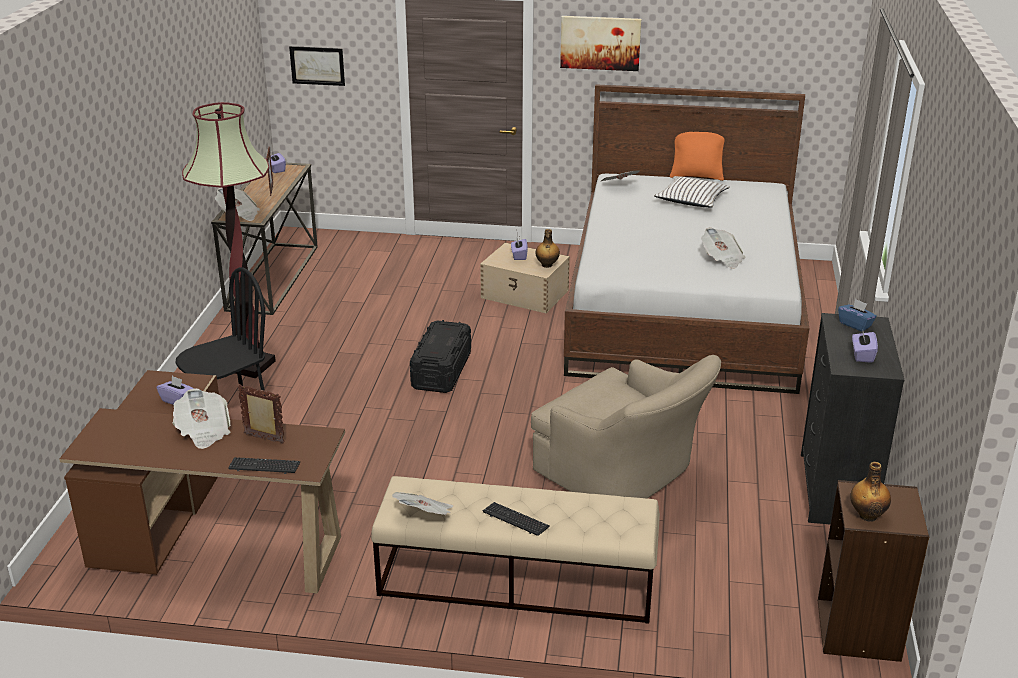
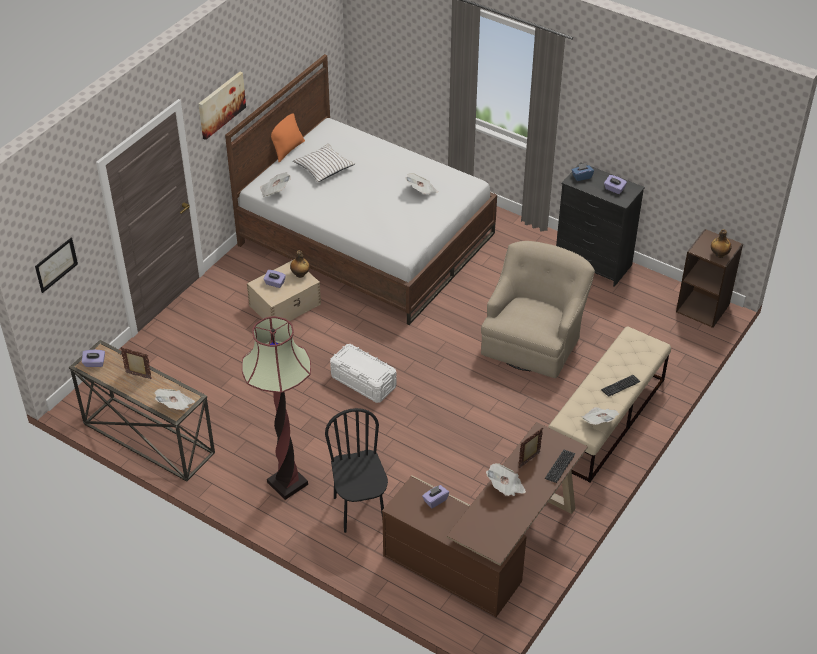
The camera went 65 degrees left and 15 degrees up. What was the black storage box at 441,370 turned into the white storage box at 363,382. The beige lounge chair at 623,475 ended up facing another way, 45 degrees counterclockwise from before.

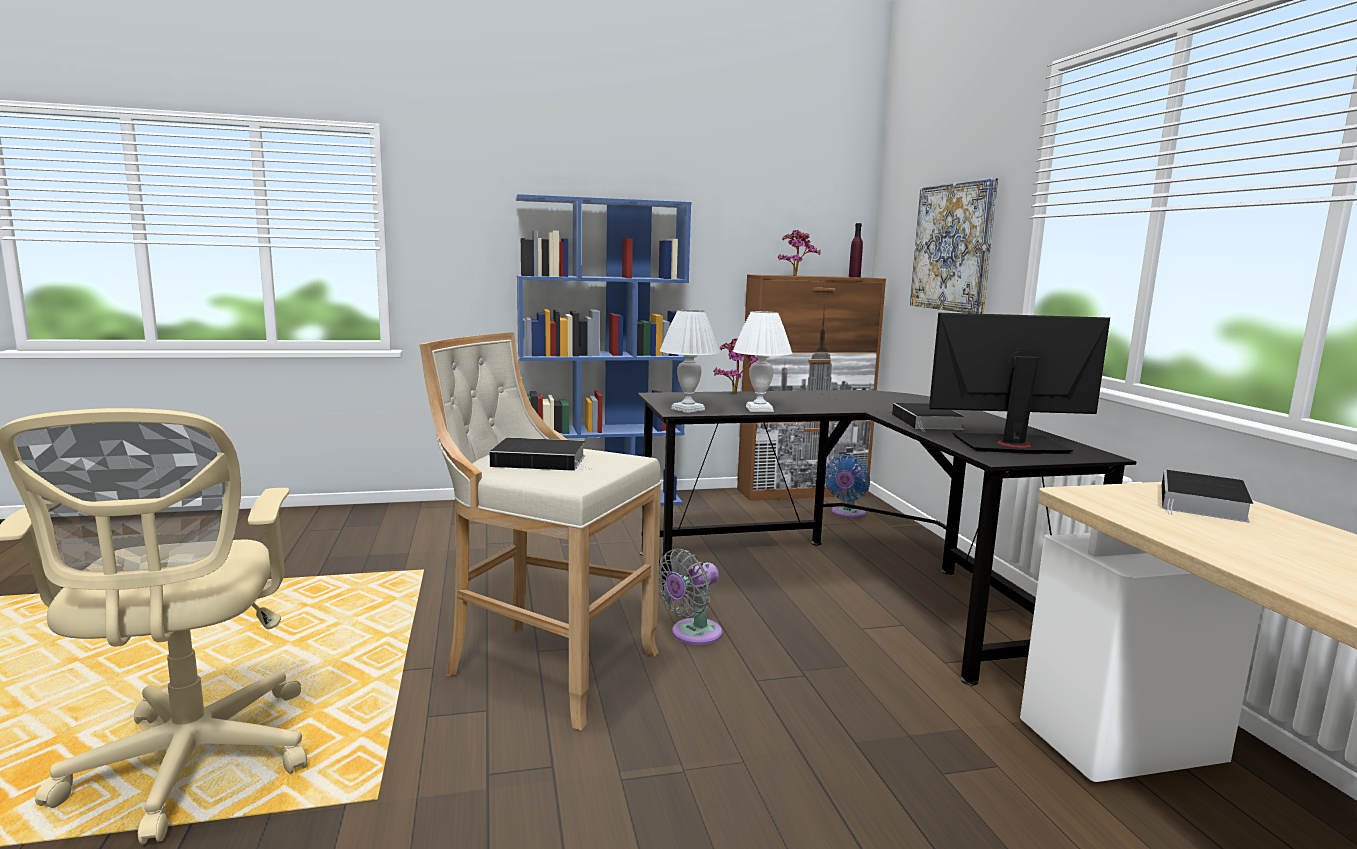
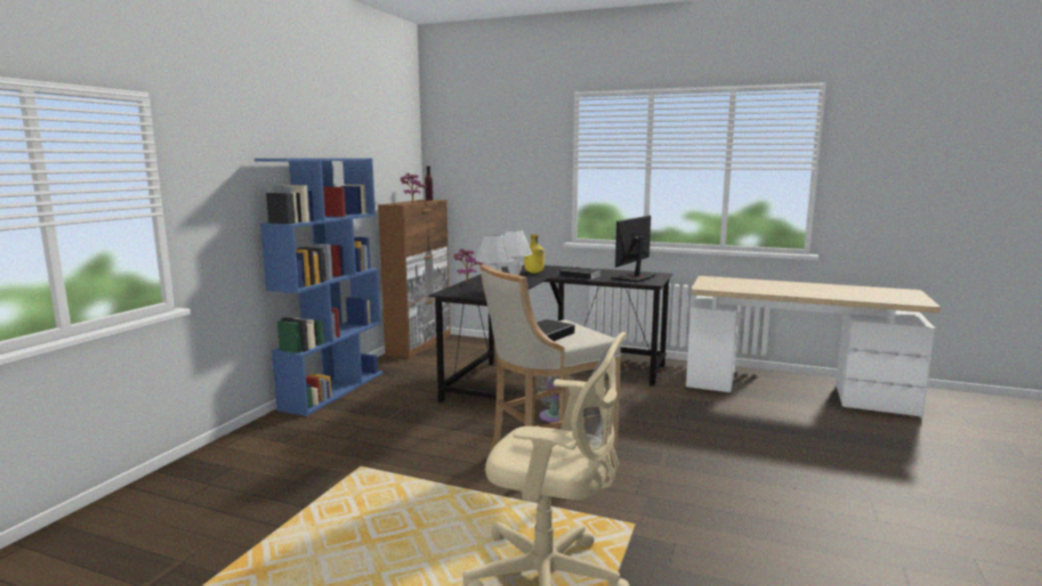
The camera went 55 degrees left and 0 degrees up. The second view lost the wall art at 953,247. The second view lost the bluish cooling fan at 847,514. The second view lost the volume at 1203,503. The second view gained the yellow-coloured drink bottle at 534,272.

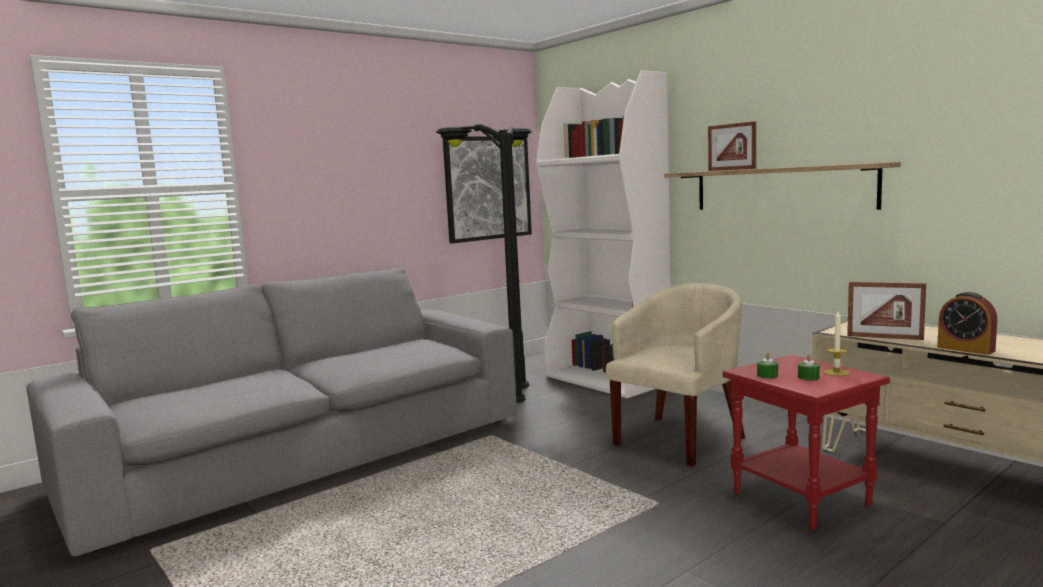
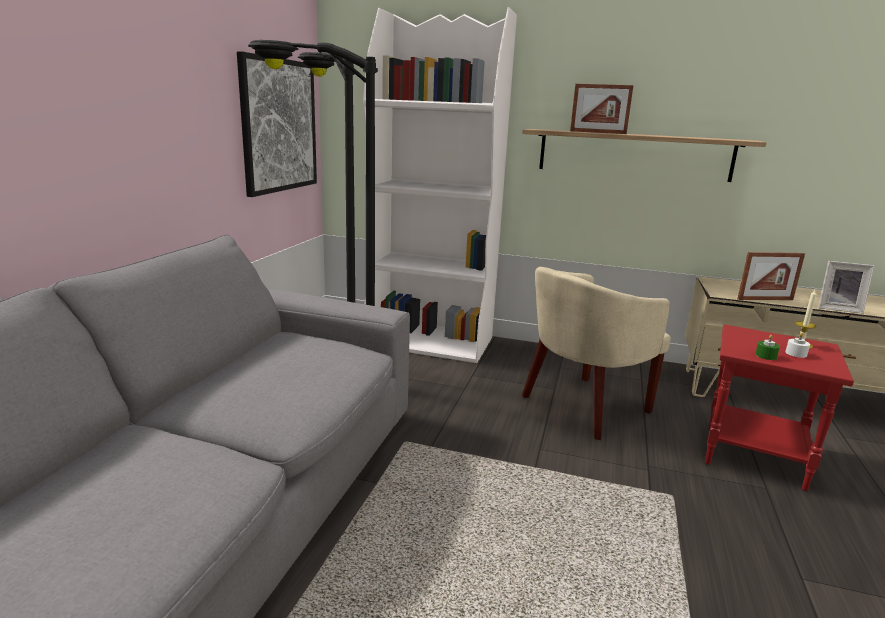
The camera went 35 degrees left and 10 degrees up. The beige lounge chair at 679,439 ended up facing another way, 135 degrees counterclockwise from before. Where the alarm clock stood at 965,349, the standing frame came to stand at 838,308. What was the greenish wax light at 808,377 turned into the white wax light at 796,353.

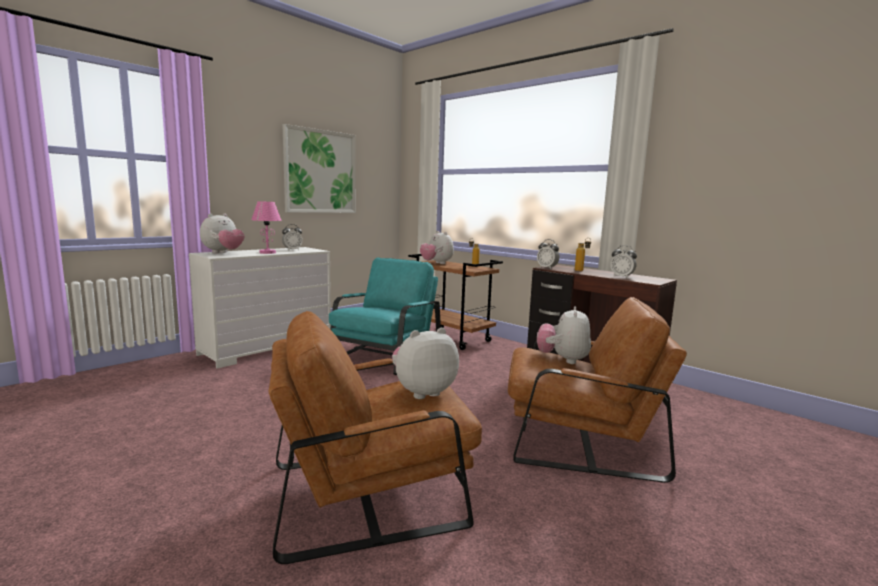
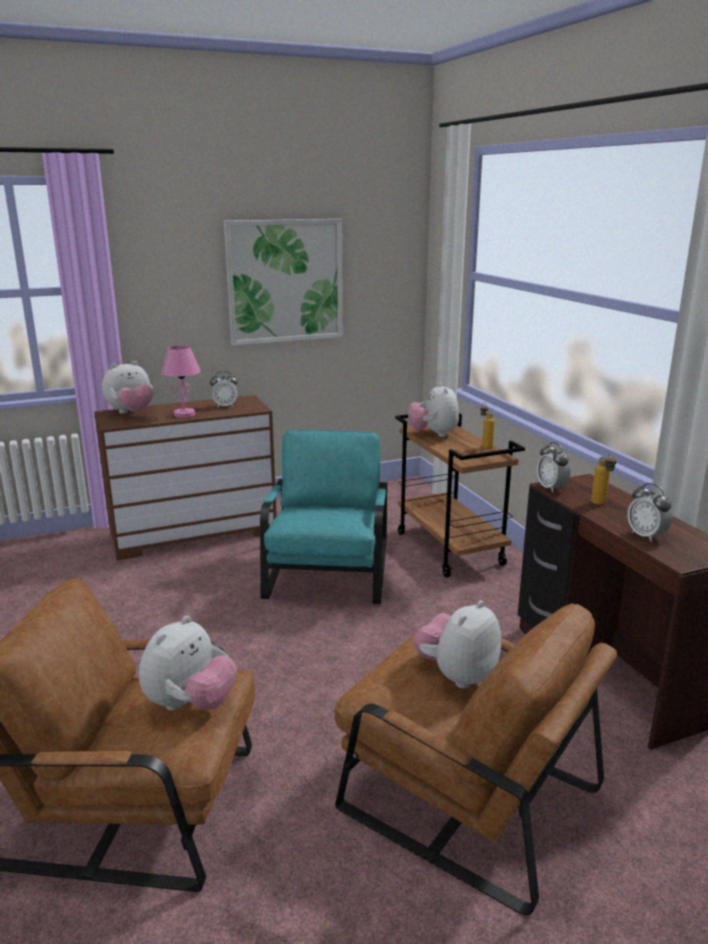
The camera went 25 degrees right and 10 degrees up. What was the white drawer chest at 267,348 turned into the brown drawer chest at 194,532. The blue-green lounge chair at 386,355 ended up facing another way, 45 degrees counterclockwise from before. The soft toy at 422,392 ended up facing another way, 120 degrees clockwise from before.

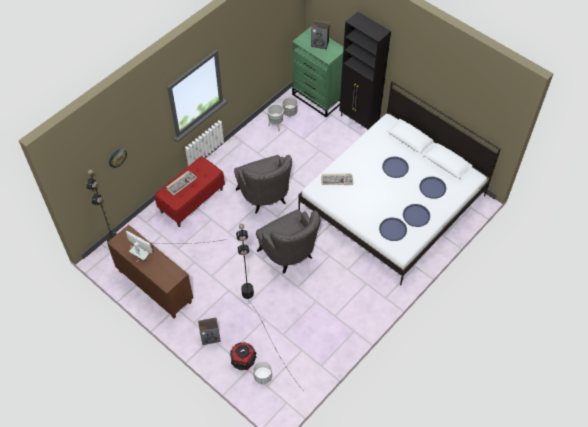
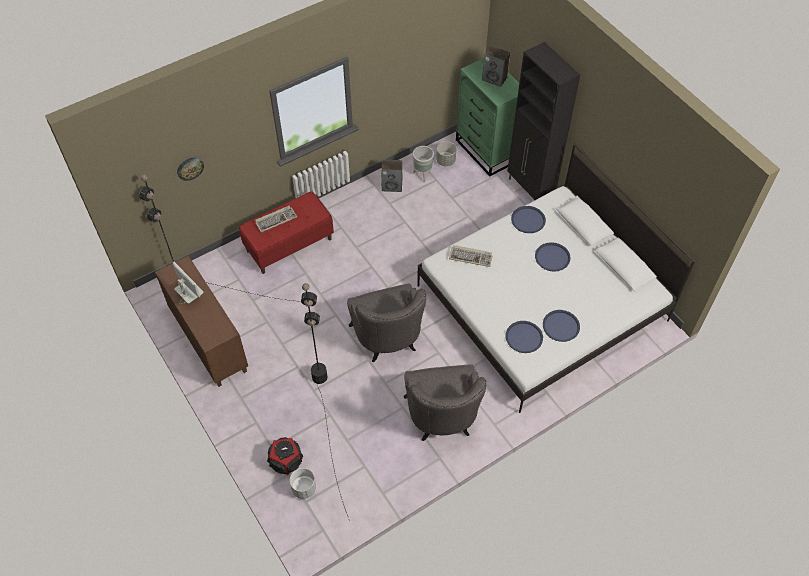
The camera went 15 degrees right and 0 degrees up. The greyish lounge chair ended up elsewhere, having gone from 265,197 to 442,419. The bluish carrying tray ended up elsewhere, having gone from 432,188 to 528,220. The loudspeaker ended up elsewhere, having gone from 210,337 to 392,186.

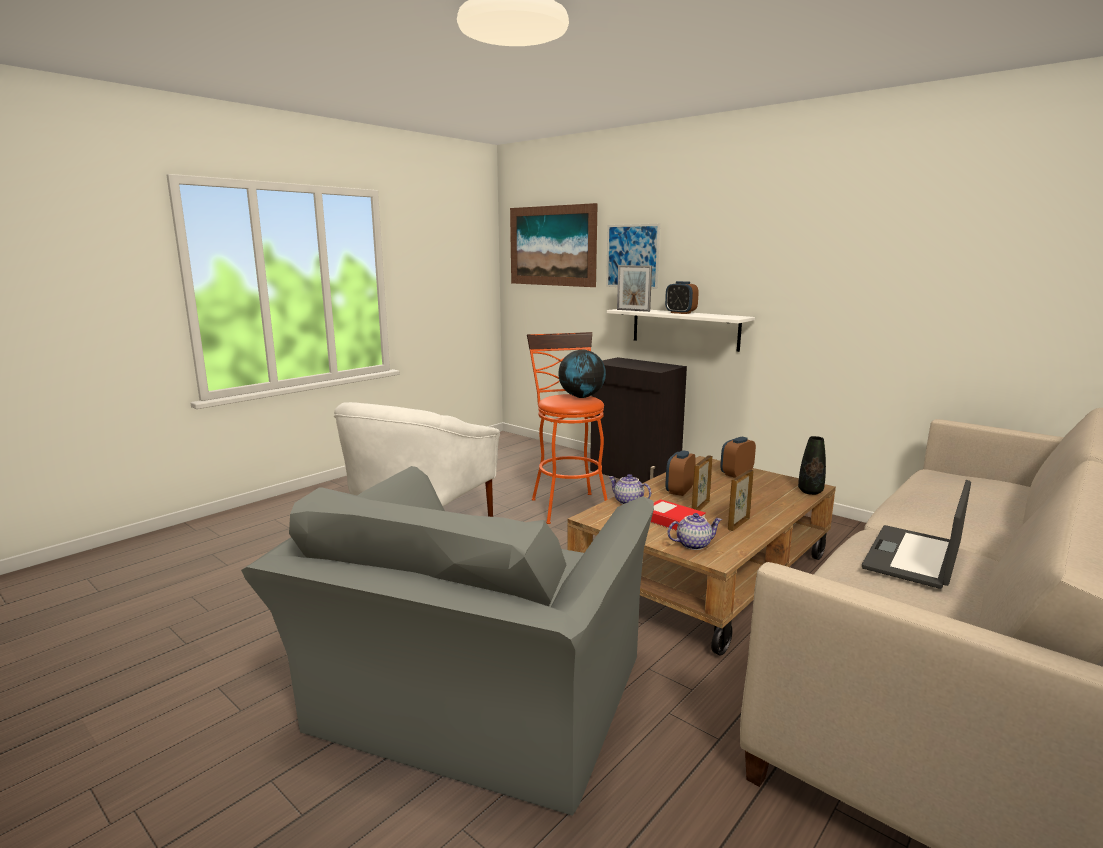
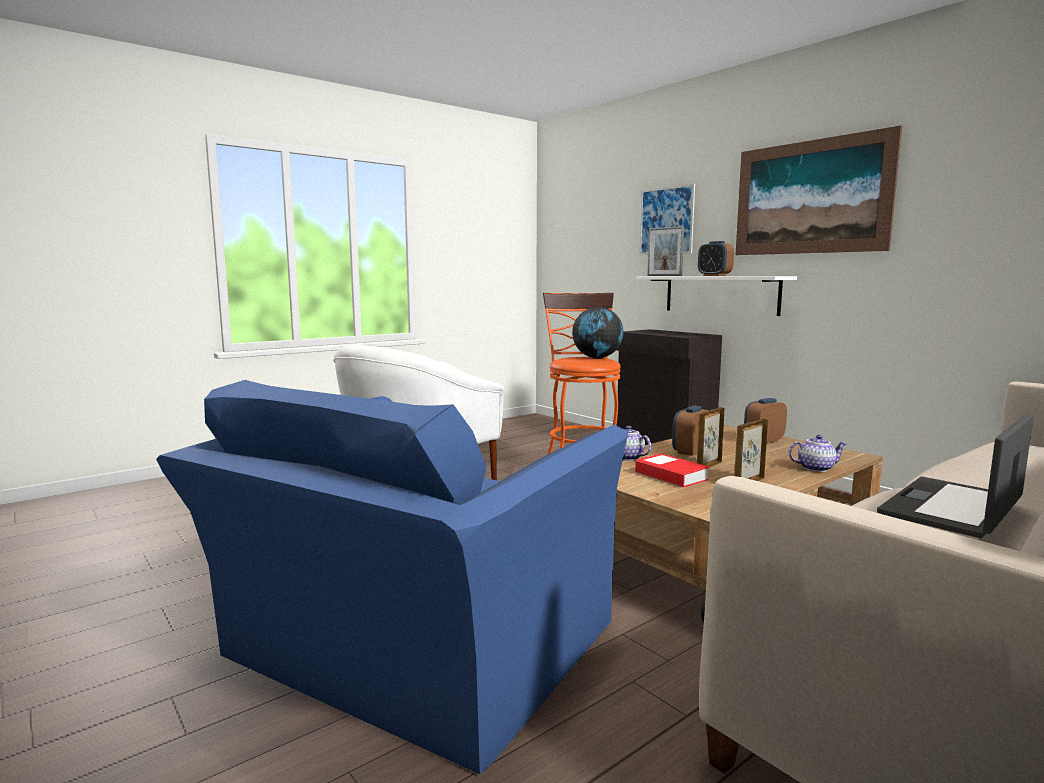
The camera went 10 degrees right and 5 degrees down. The wall art ended up elsewhere, having gone from 552,246 to 810,197. The second view lost the black vase at 810,491. What was the greyish lounge chair at 473,704 turned into the bluish lounge chair at 410,649. The teapot ended up elsewhere, having gone from 693,544 to 815,468.

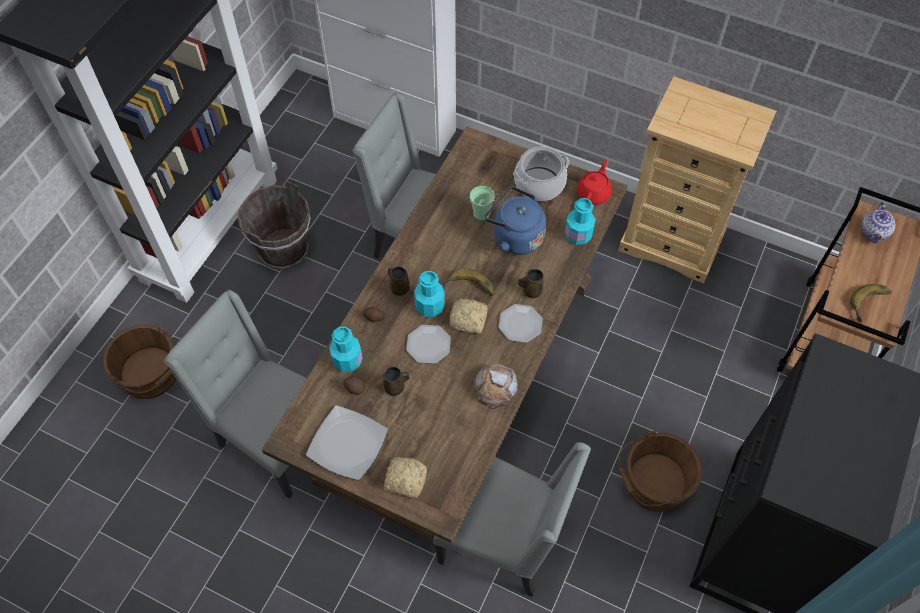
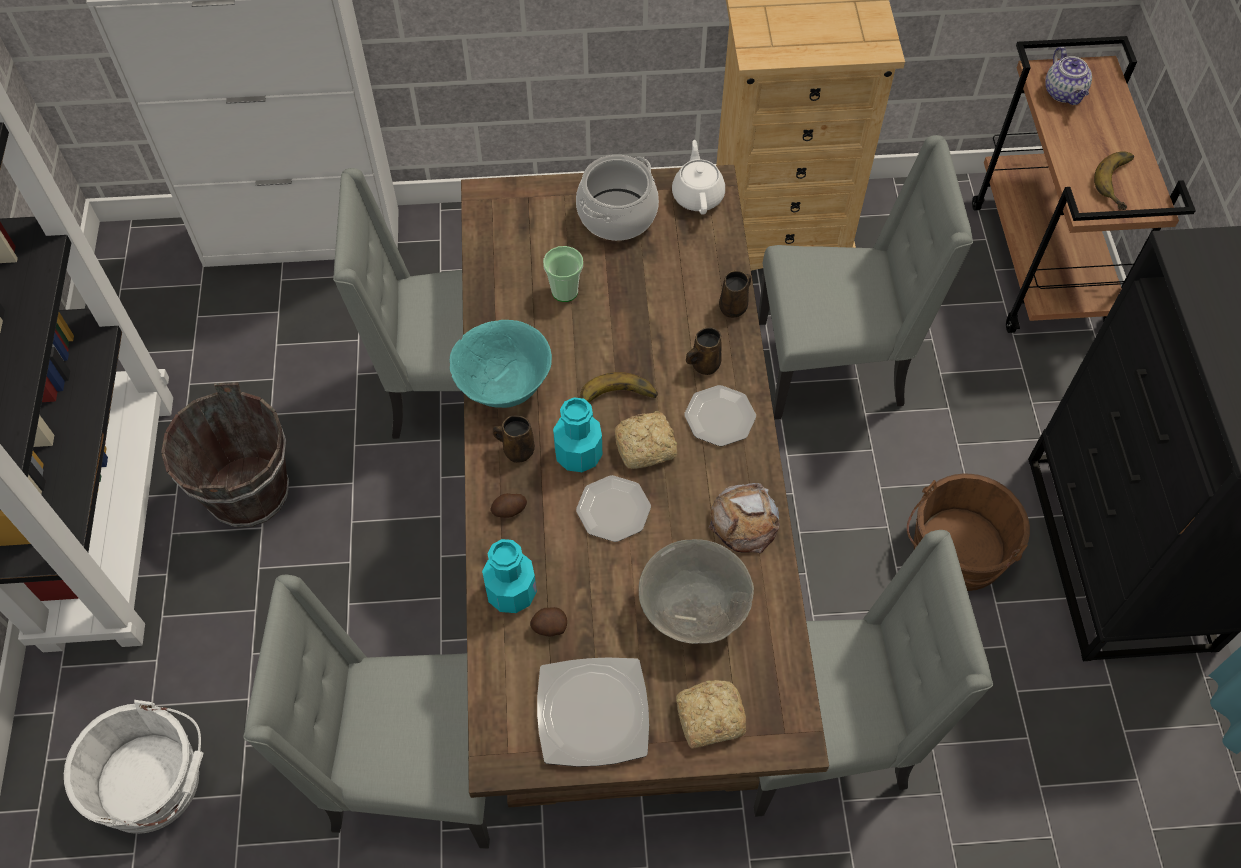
The camera went 30 degrees left and 0 degrees up. What was the red-coloured teapot at 593,193 turned into the white teapot at 698,195. The second view lost the bluish tea kettle at 515,237. The second view lost the blue-green drink bottle at 578,235. What was the brown pail at 152,375 turned into the white pail at 154,783. The brown mug ended up elsewhere, having gone from 395,387 to 734,307. The second view gained the greyish plain chair at 833,364. The second view gained the blue-green serving bowl at 504,387. The second view gained the greyish serving bowl at 693,610.

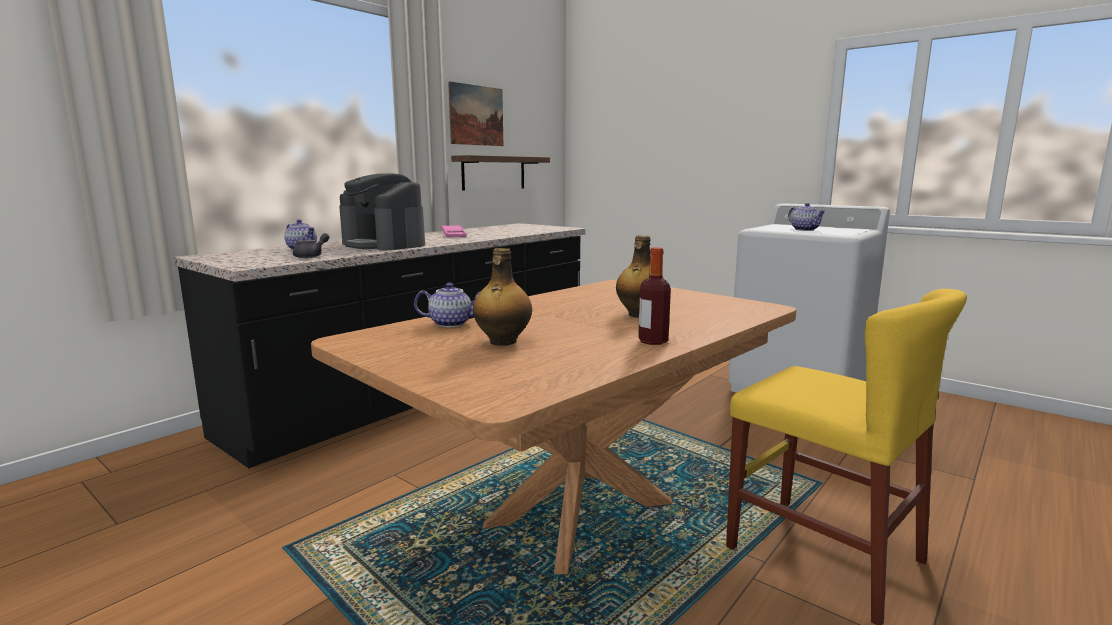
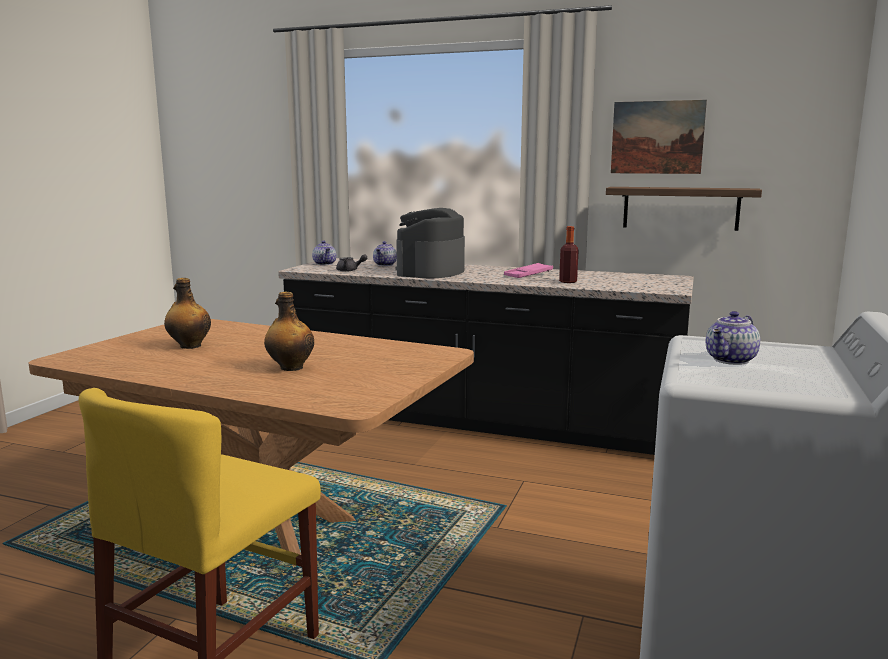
The camera went 70 degrees right and 0 degrees up. The drink bottle ended up elsewhere, having gone from 653,341 to 568,282. The teapot ended up elsewhere, having gone from 451,323 to 325,264.

